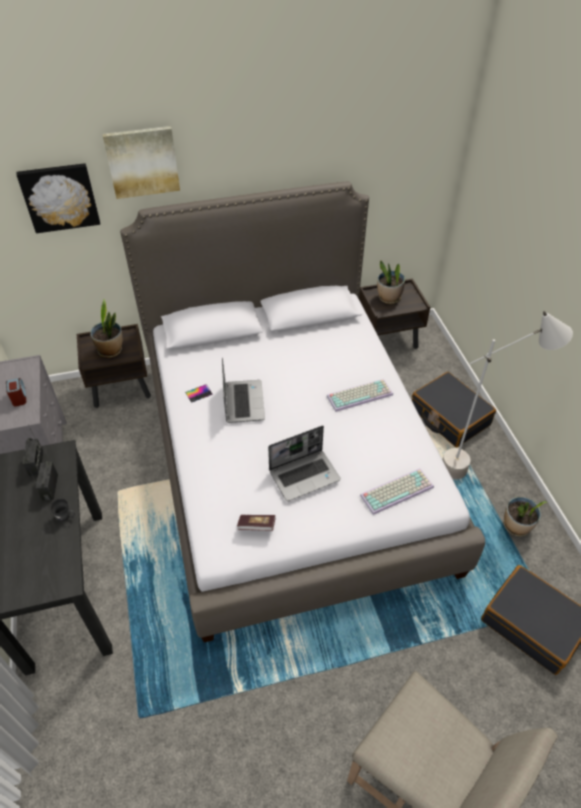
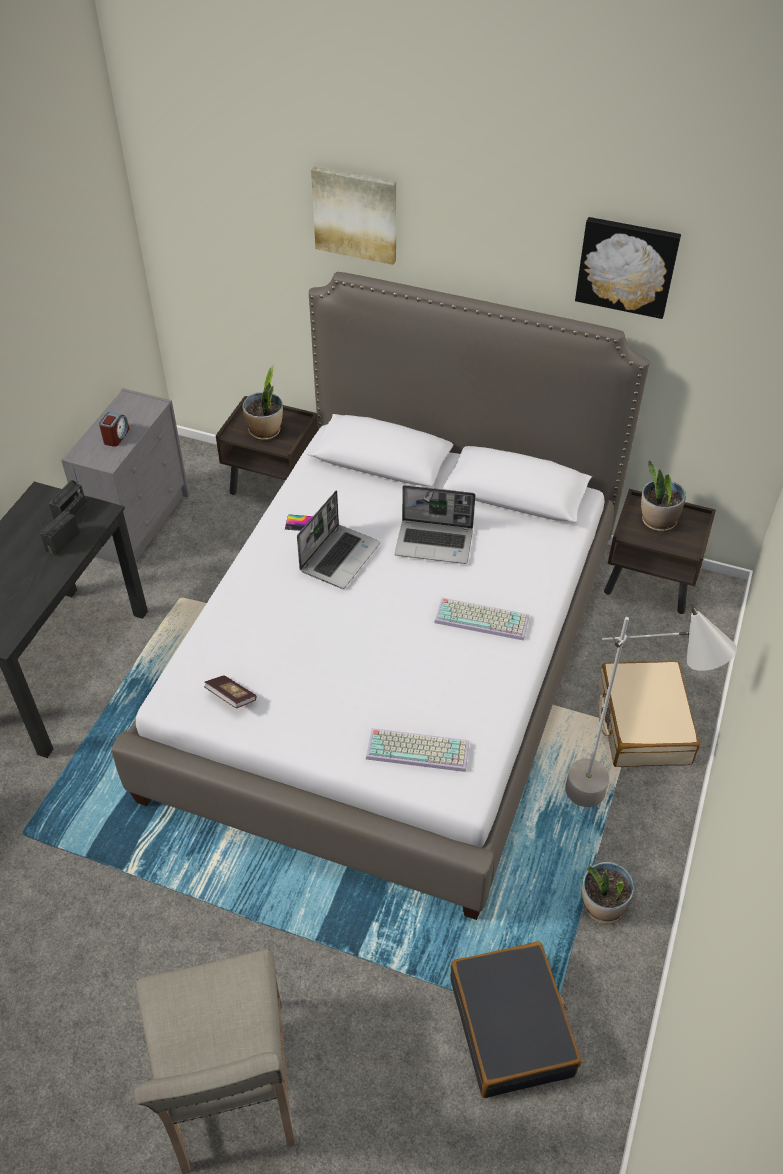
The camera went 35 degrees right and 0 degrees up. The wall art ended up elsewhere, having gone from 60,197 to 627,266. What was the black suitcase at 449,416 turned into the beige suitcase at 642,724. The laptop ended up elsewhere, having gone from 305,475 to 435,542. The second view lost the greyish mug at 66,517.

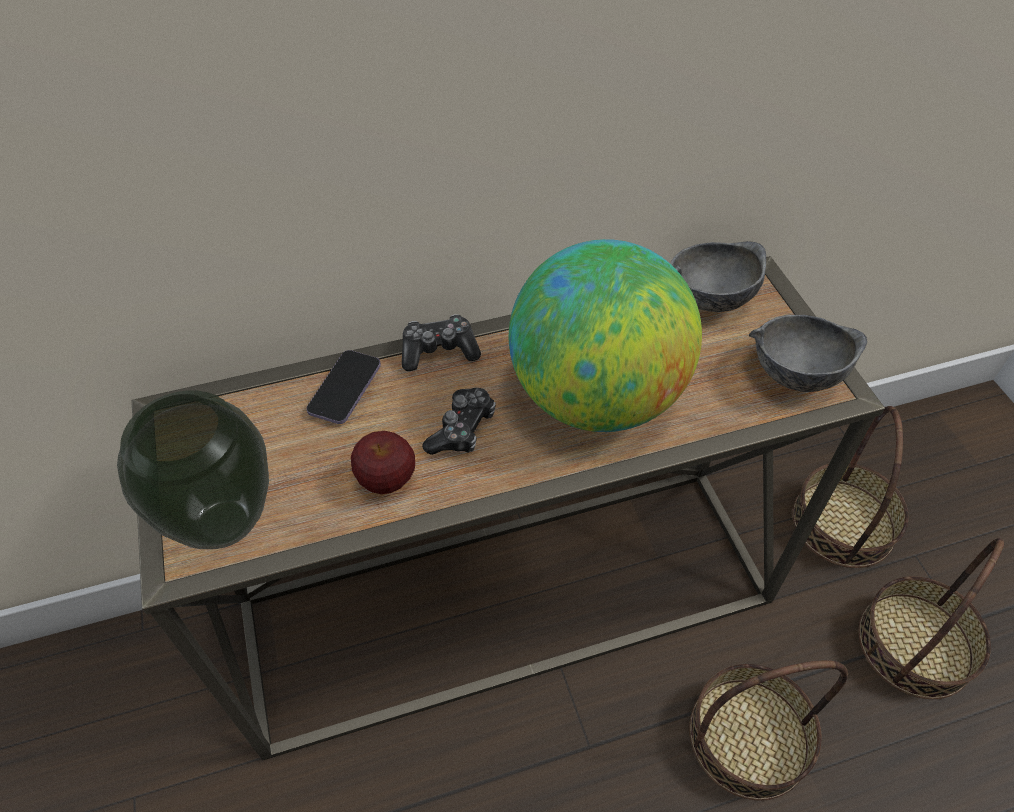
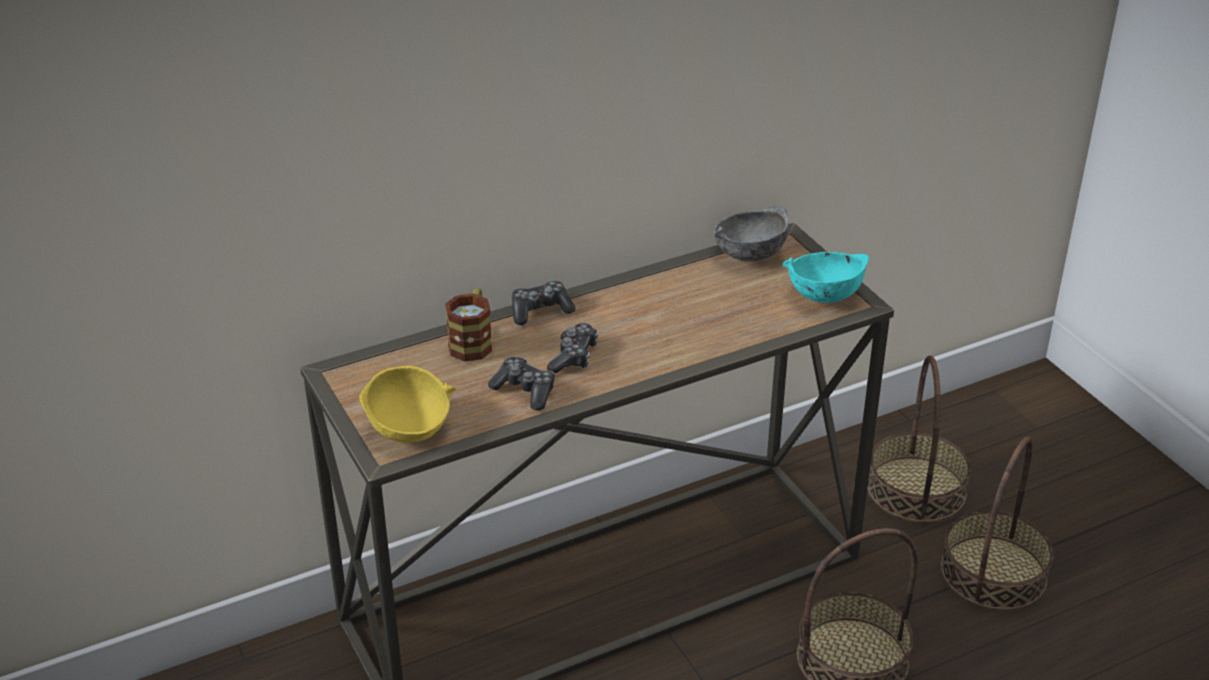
The camera went 10 degrees left and 15 degrees down. The second view lost the world globe at 596,396. What was the greyish serving bowl at 795,372 turned into the blue-green serving bowl at 823,295. Where the handset stood at 345,389, the mug came to stand at 472,341. Where the vase stood at 223,525, the yellow-coloured serving bowl came to stand at 409,429. Where the apple stood at 386,479, the gamepad came to stand at 525,391.

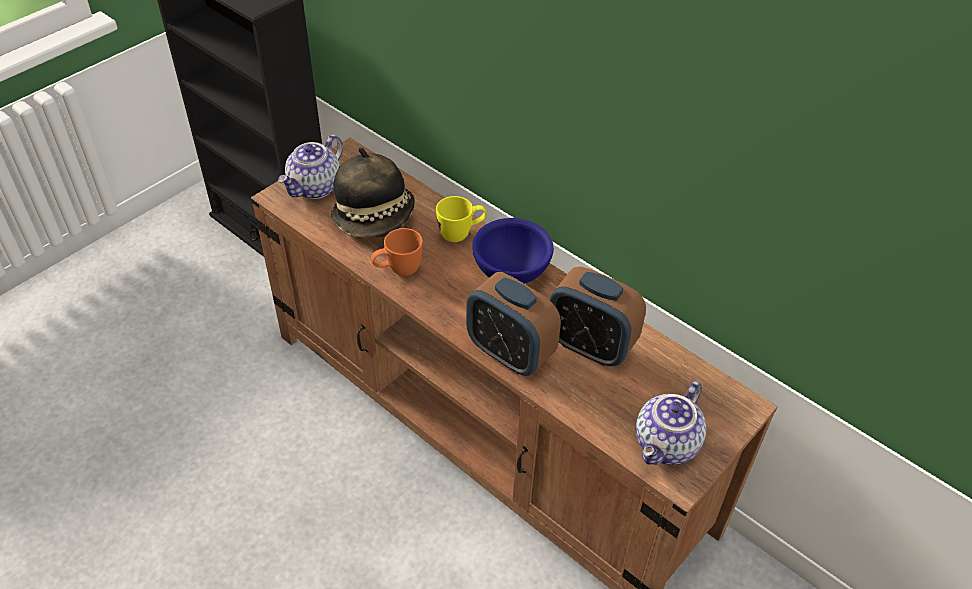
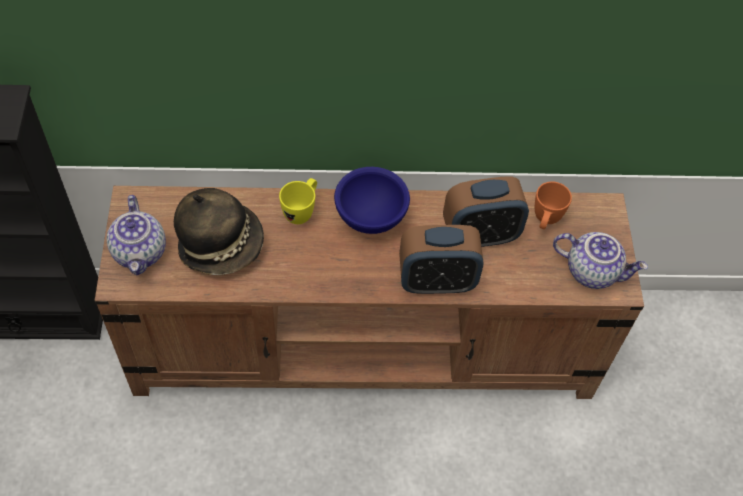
The camera went 45 degrees left and 10 degrees up. The orangey mug ended up elsewhere, having gone from 398,270 to 545,221. The teapot at 667,445 ended up facing another way, 60 degrees counterclockwise from before.

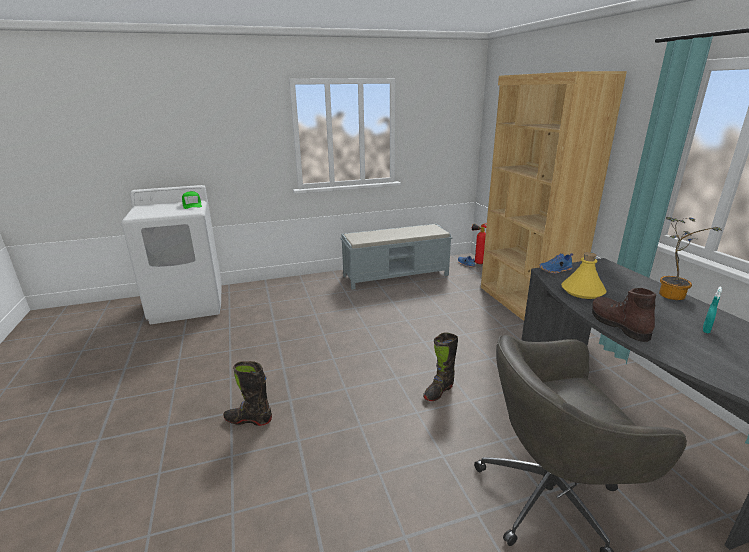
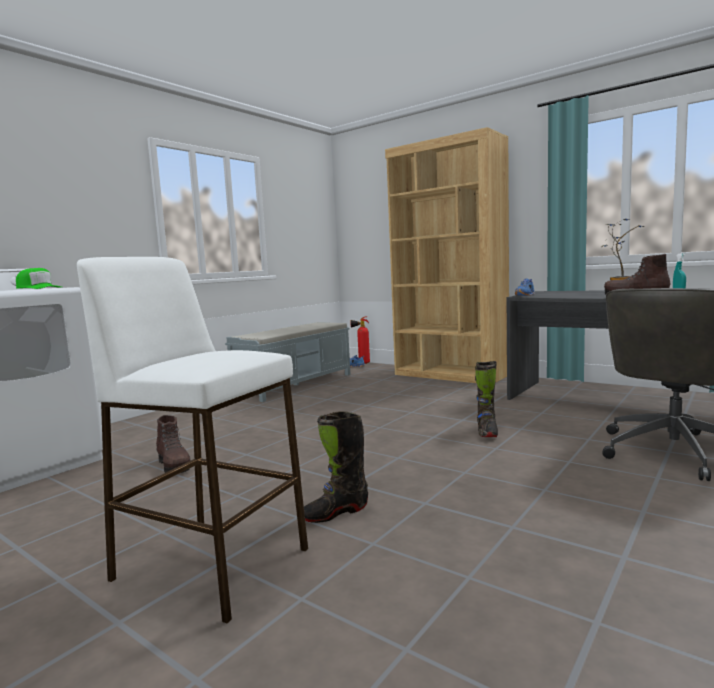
The camera went 35 degrees left and 15 degrees down. The second view lost the yellow-coloured drink bottle at 582,291. The second view gained the white sitting stool at 210,563. The second view gained the brown tall boot at 174,466.

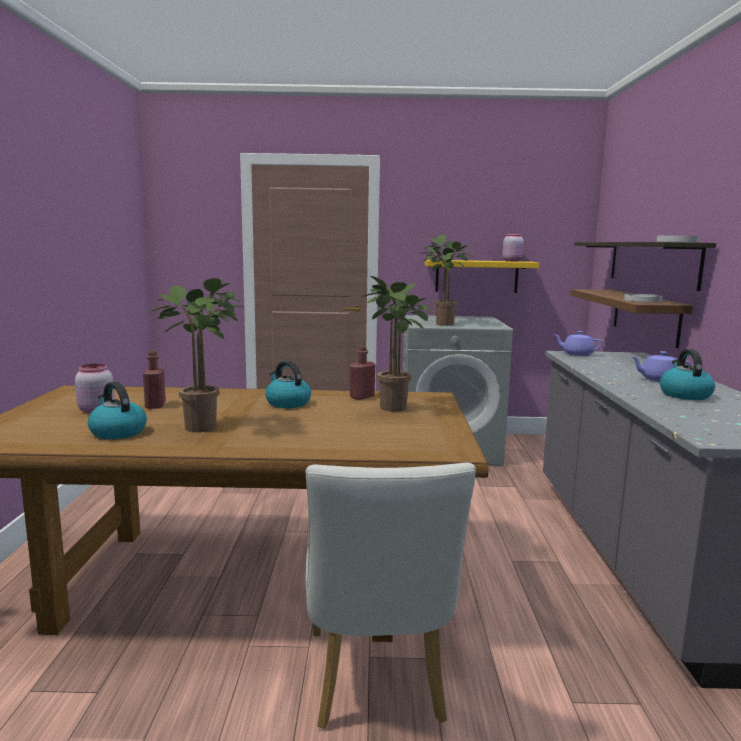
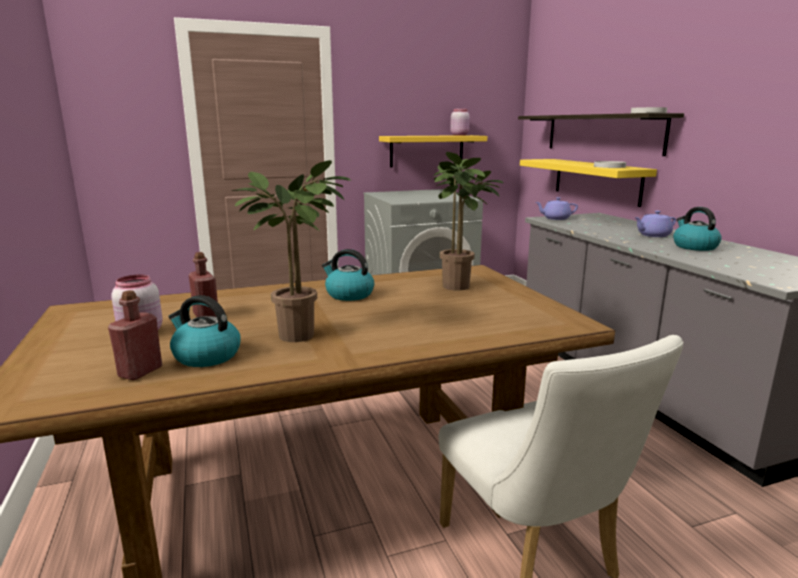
The camera went 20 degrees left and 5 degrees up. The second view lost the plant in a pot at 441,324. What was the brown shelf at 645,316 turned into the yellow-coloured shelf at 596,180. The red-coloured drink bottle ended up elsewhere, having gone from 362,397 to 140,372.

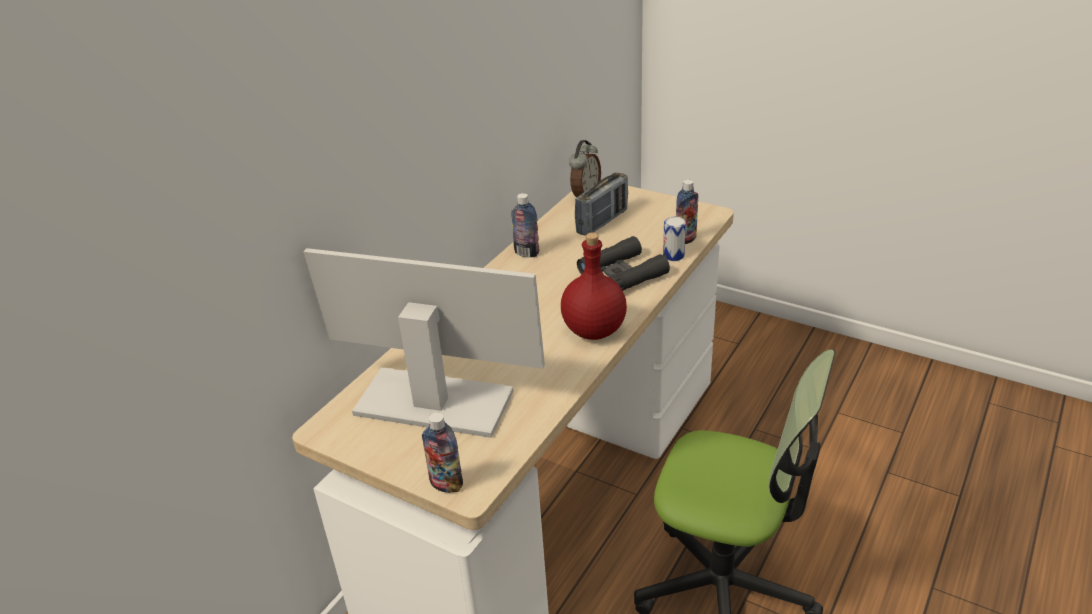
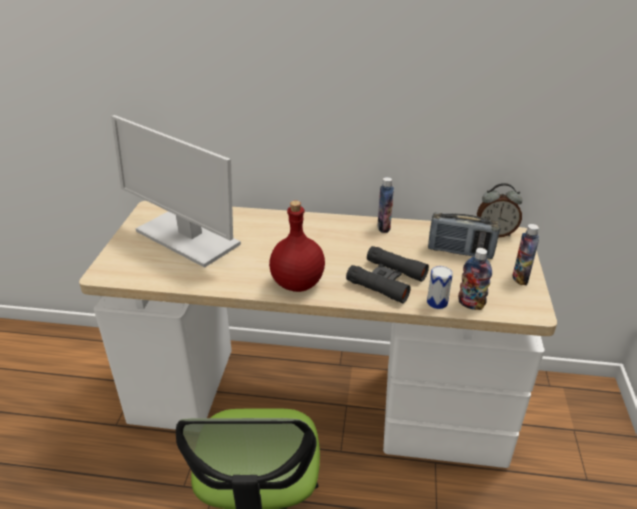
The camera went 65 degrees right and 0 degrees up. The monitor at 435,402 ended up facing another way, 135 degrees clockwise from before. The drink bottle ended up elsewhere, having gone from 446,484 to 520,278.

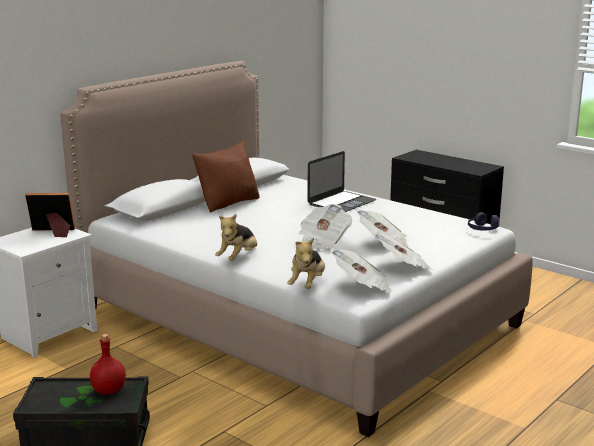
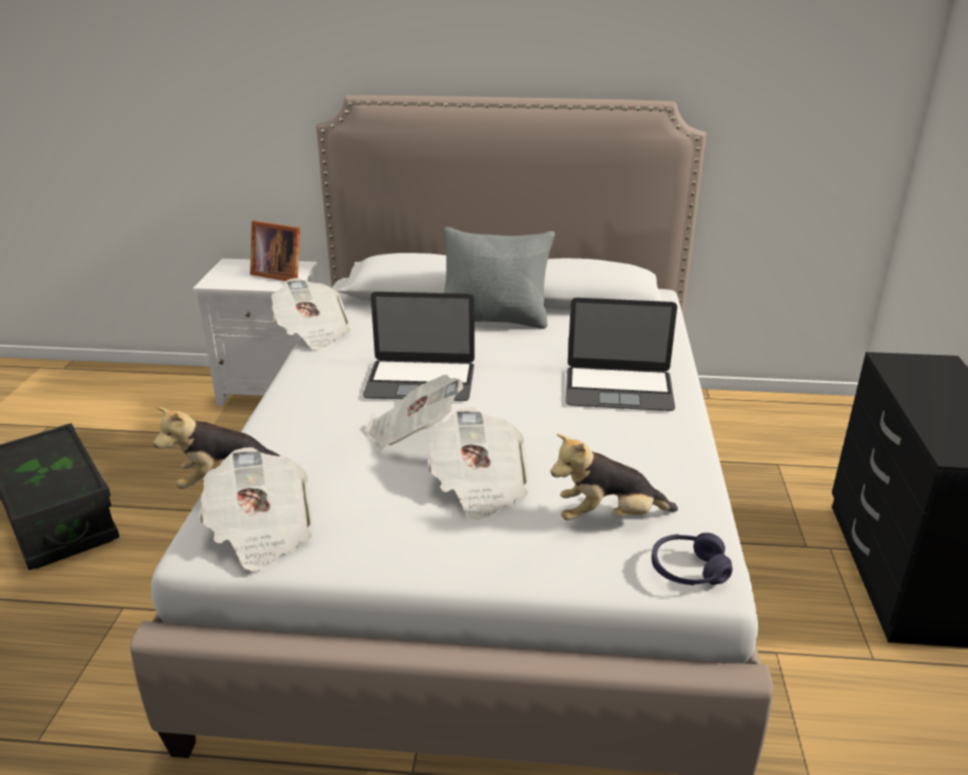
The camera went 55 degrees right and 10 degrees up. What was the brown cushion at 228,203 turned into the greyish cushion at 496,319. The standing frame at 53,232 ended up facing another way, 150 degrees clockwise from before. The soft toy ended up elsewhere, having gone from 238,258 to 608,517. The daily paper ended up elsewhere, having gone from 402,266 to 313,333. The second view lost the red-coloured drink bottle at 109,390. The second view gained the laptop at 420,380.

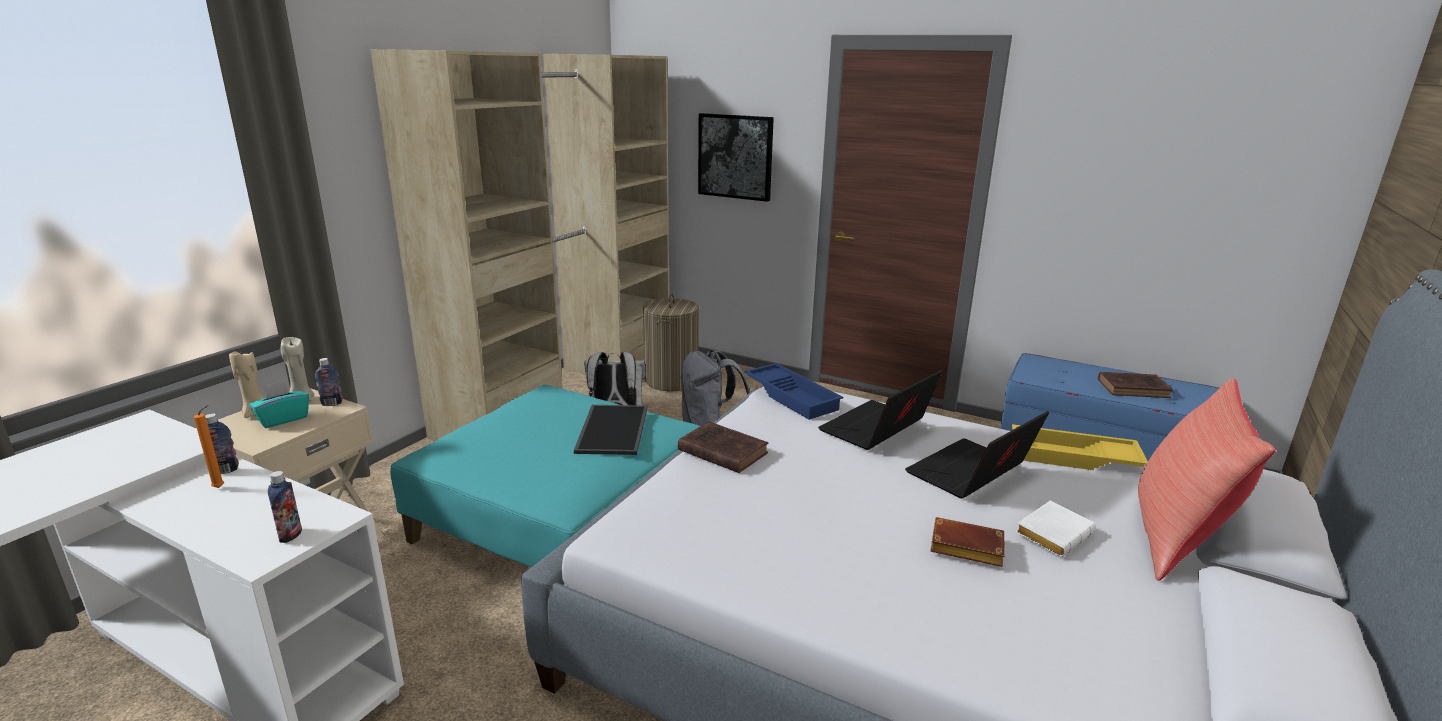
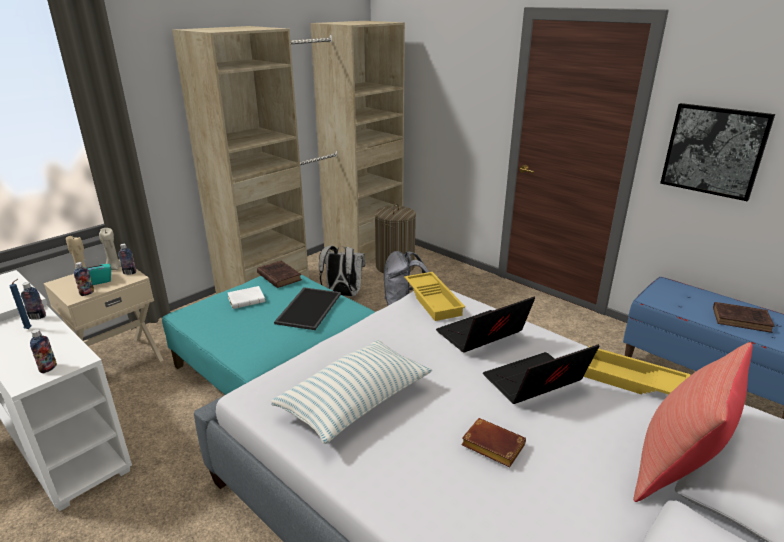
The camera went 15 degrees right and 5 degrees up. The wall art ended up elsewhere, having gone from 735,156 to 714,150. What was the bluish carrying tray at 793,396 turned into the yellow-coloured carrying tray at 434,300. What was the orangey wax light at 221,487 turned into the bluish wax light at 29,329. The brown volume ended up elsewhere, having gone from 721,451 to 278,276. The white volume ended up elsewhere, having gone from 1052,533 to 247,300. The second view gained the drink bottle at 87,293. The second view gained the cushion at 355,402.

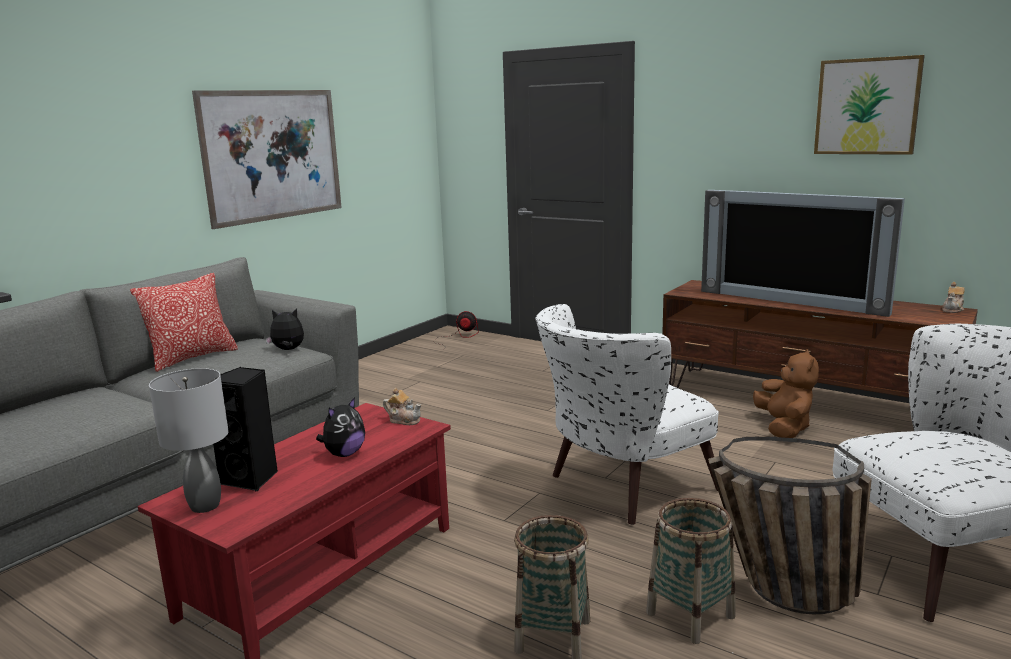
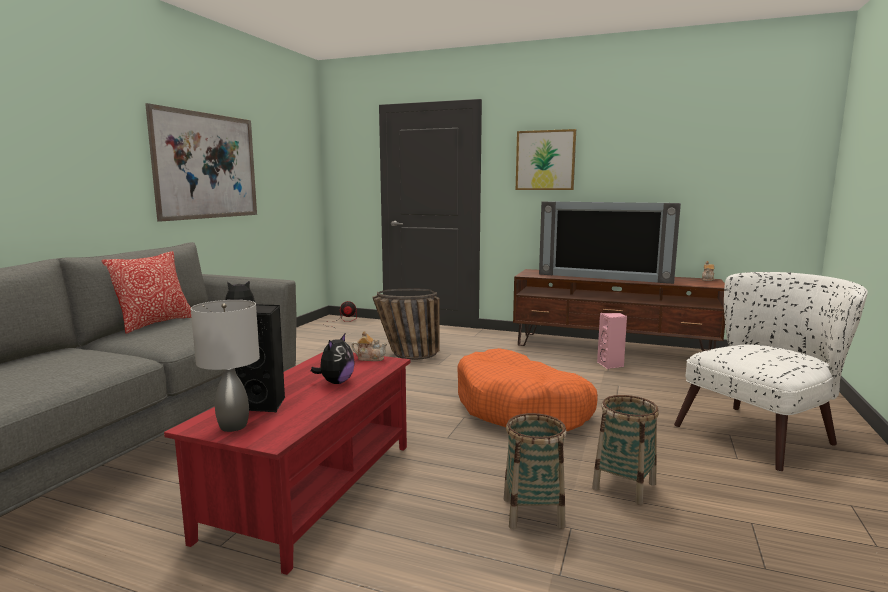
The camera went 15 degrees left and 5 degrees down. The wall art ended up elsewhere, having gone from 867,106 to 545,160. Where the white lounge chair stood at 619,487, the orangey pet bed came to stand at 521,409. Where the brown soft toy stood at 784,428, the pink-coloured loudspeaker came to stand at 611,365. The basket ended up elsewhere, having gone from 777,591 to 405,355.

